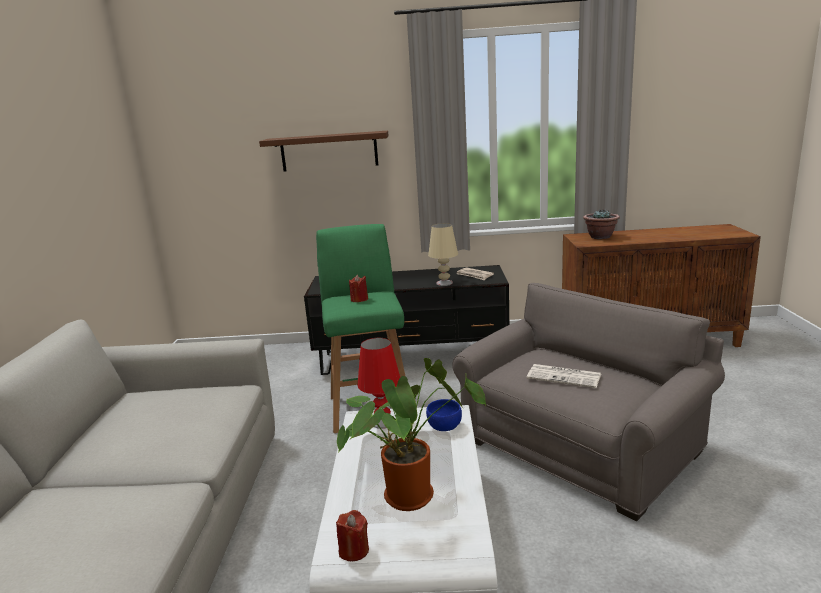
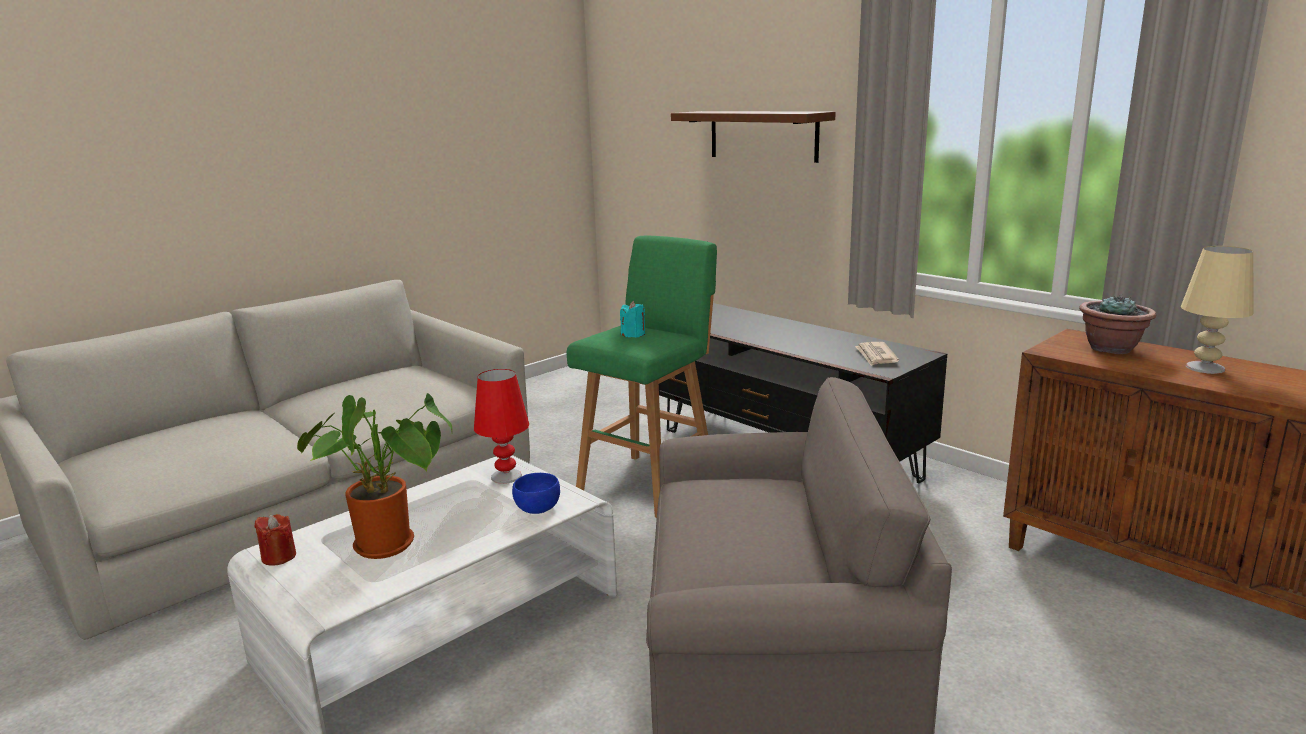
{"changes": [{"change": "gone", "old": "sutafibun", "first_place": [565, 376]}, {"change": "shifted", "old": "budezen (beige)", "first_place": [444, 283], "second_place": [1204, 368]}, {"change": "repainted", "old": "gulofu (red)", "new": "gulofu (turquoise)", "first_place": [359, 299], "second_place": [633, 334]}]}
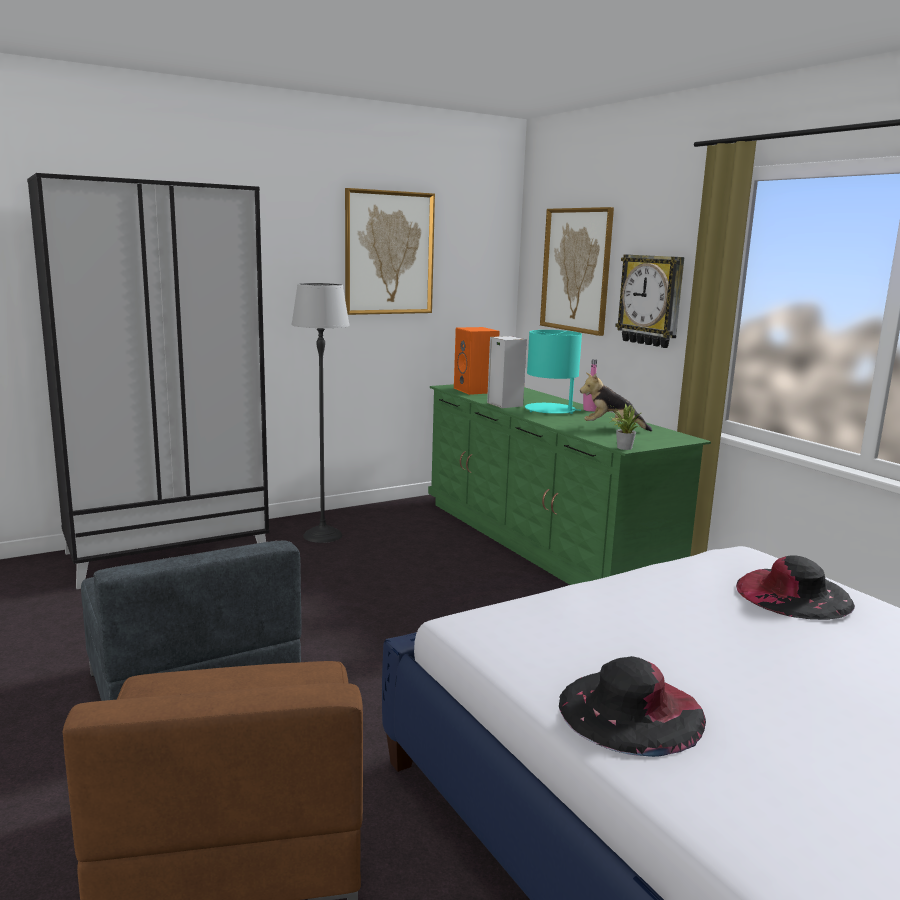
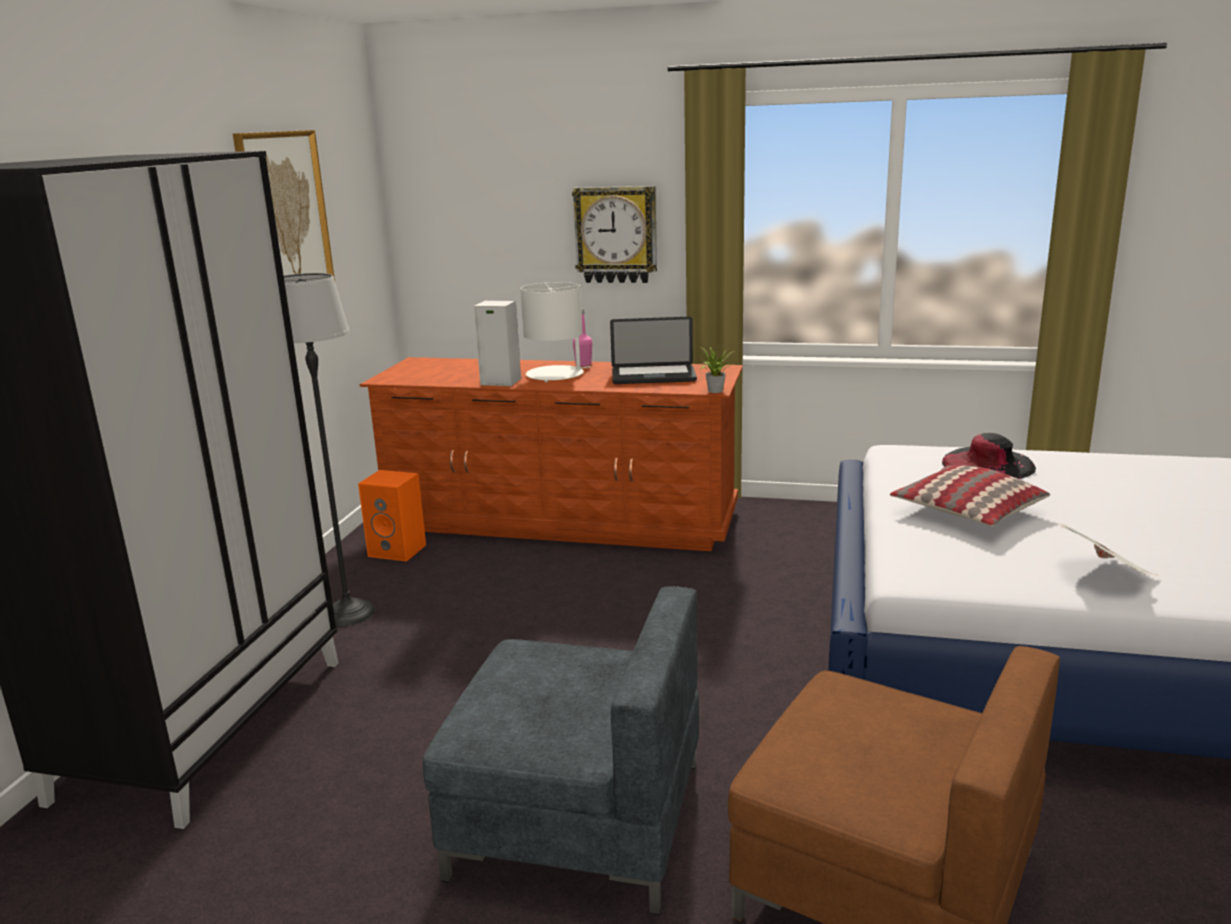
{"changes": [{"change": "gone", "old": "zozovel", "first_place": [576, 270]}, {"change": "new", "new": "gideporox", "second_place": [967, 512]}, {"change": "shifted", "old": "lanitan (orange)", "first_place": [476, 390], "second_place": [399, 550]}, {"change": "swapped", "old": "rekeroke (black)", "new": "sutafibun", "first_place": [631, 710], "second_place": [1104, 574]}, {"change": "swapped", "old": "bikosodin", "new": "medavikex", "first_place": [612, 428], "second_place": [653, 376]}, {"change": "repainted", "old": "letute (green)", "new": "letute (brown)", "first_place": [542, 540], "second_place": [561, 520]}, {"change": "repainted", "old": "budezen (turquoise)", "new": "budezen (white)", "first_place": [550, 410], "second_place": [555, 375]}]}
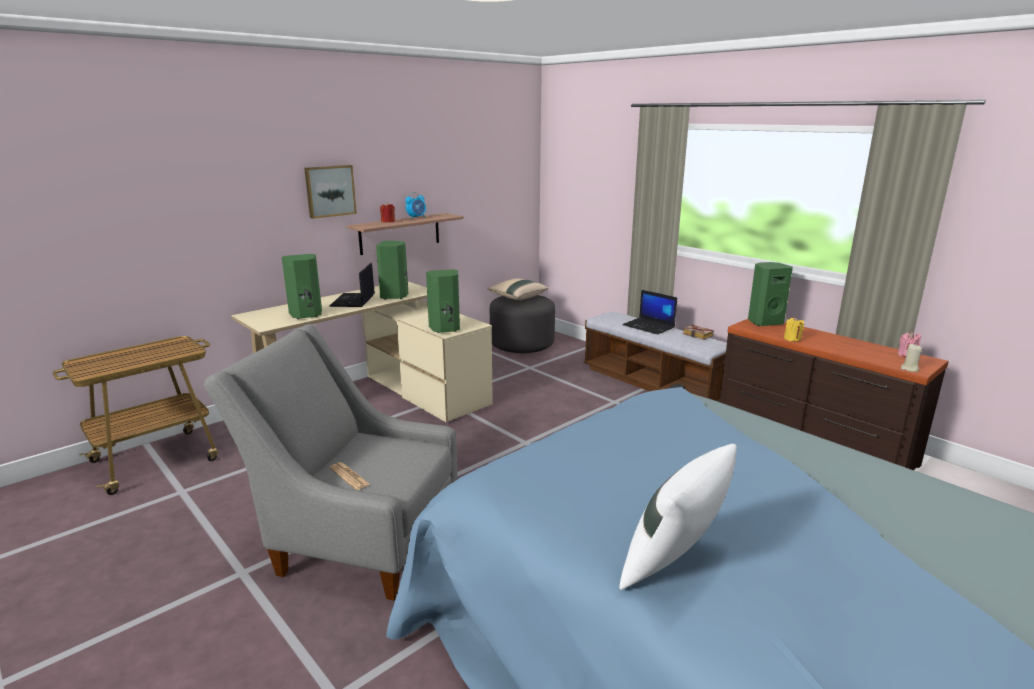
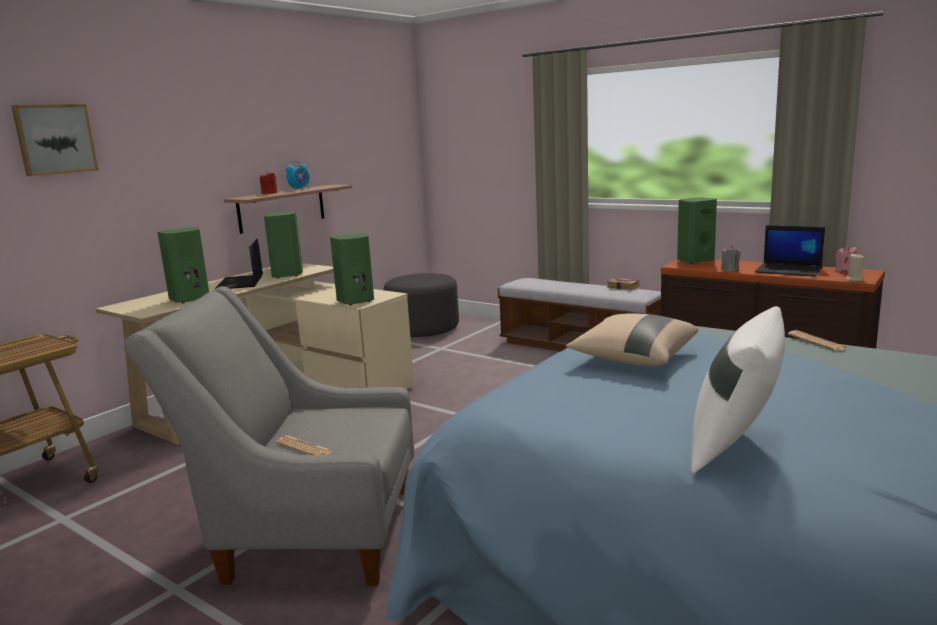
{"changes": [{"change": "new", "new": "sutafibun", "second_place": [817, 342]}, {"change": "shifted", "old": "zozovel", "first_place": [329, 191], "second_place": [54, 139]}, {"change": "shifted", "old": "gideporox (beige)", "first_place": [517, 297], "second_place": [633, 358]}, {"change": "shifted", "old": "medavikex", "first_place": [649, 326], "second_place": [789, 270]}, {"change": "repainted", "old": "gulofu (yellow)", "new": "gulofu (grey)", "first_place": [792, 339], "second_place": [730, 270]}]}
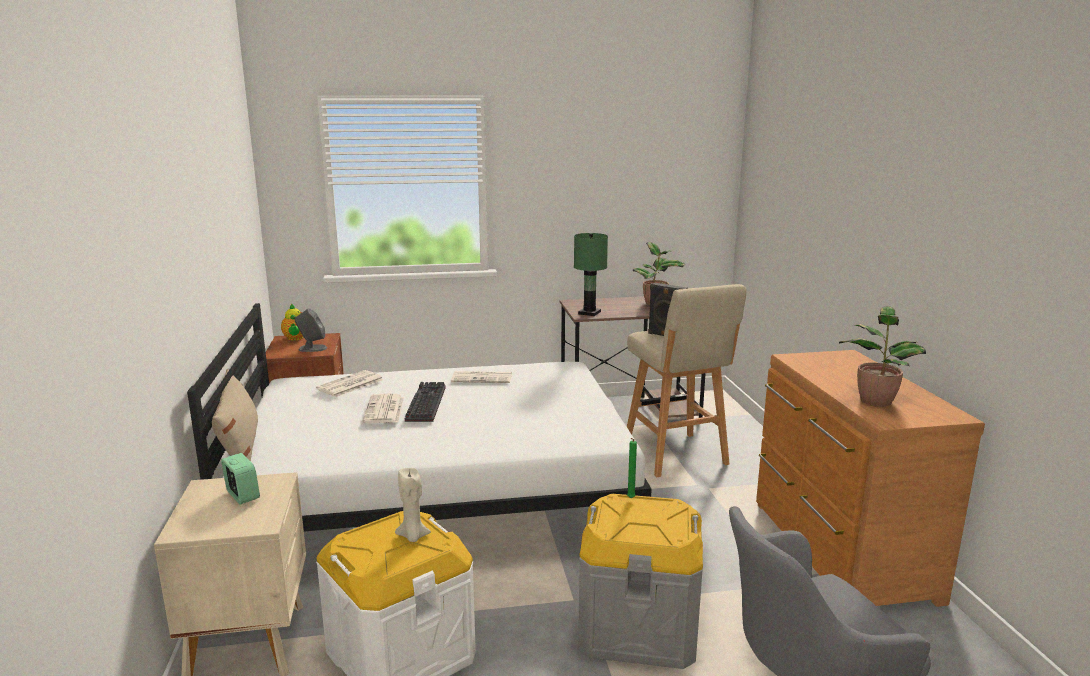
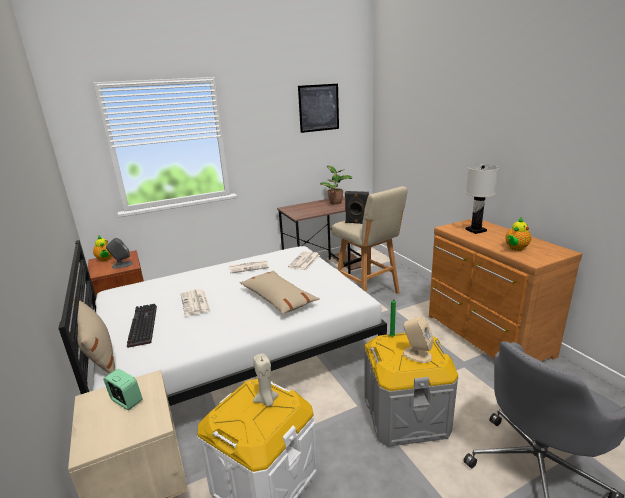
{"changes": [{"change": "gone", "old": "budezen (green)", "first_place": [589, 313]}, {"change": "new", "new": "gideporox (beige)", "second_place": [278, 299]}, {"change": "new", "new": "zozovel", "second_place": [319, 108]}, {"change": "new", "new": "lanitan (beige)", "second_place": [416, 355]}, {"change": "new", "new": "budezen (white)", "second_place": [476, 230]}, {"change": "shifted", "old": "sutafibun", "first_place": [350, 385], "second_place": [304, 261]}, {"change": "shifted", "old": "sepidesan", "first_place": [424, 403], "second_place": [141, 325]}, {"change": "swapped", "old": "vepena", "new": "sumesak", "first_place": [875, 400], "second_place": [515, 248]}]}
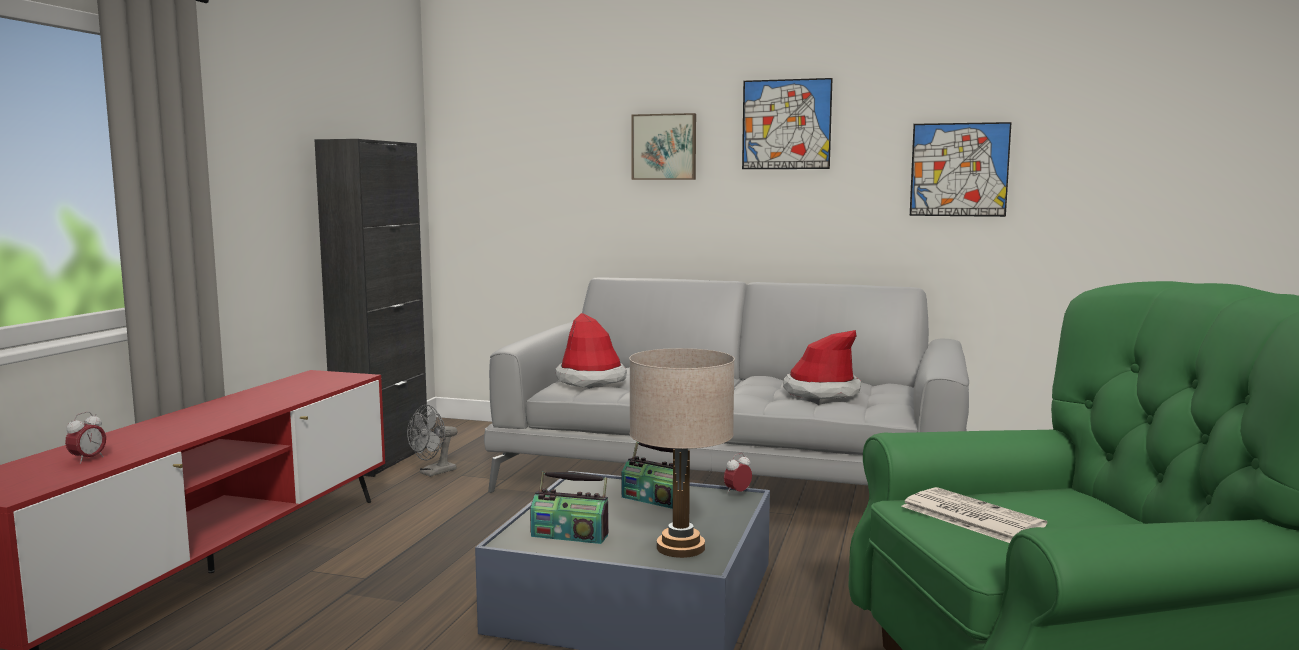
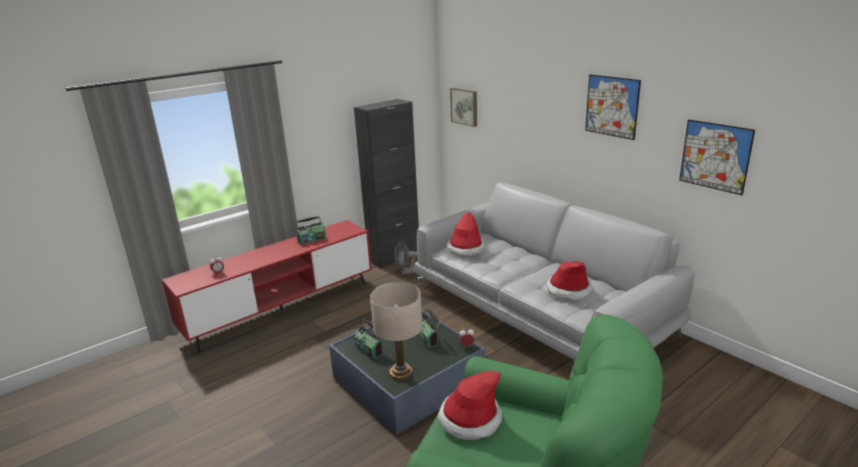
{"changes": [{"change": "new", "new": "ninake", "second_place": [311, 239]}, {"change": "shifted", "old": "zozovel", "first_place": [664, 147], "second_place": [465, 106]}, {"change": "swapped", "old": "sutafibun", "new": "rekeroke", "first_place": [969, 516], "second_place": [470, 419]}]}
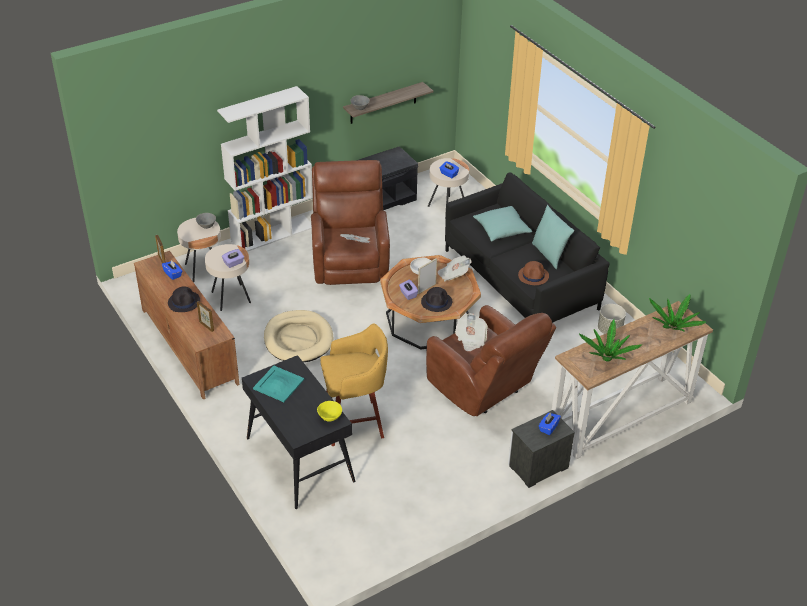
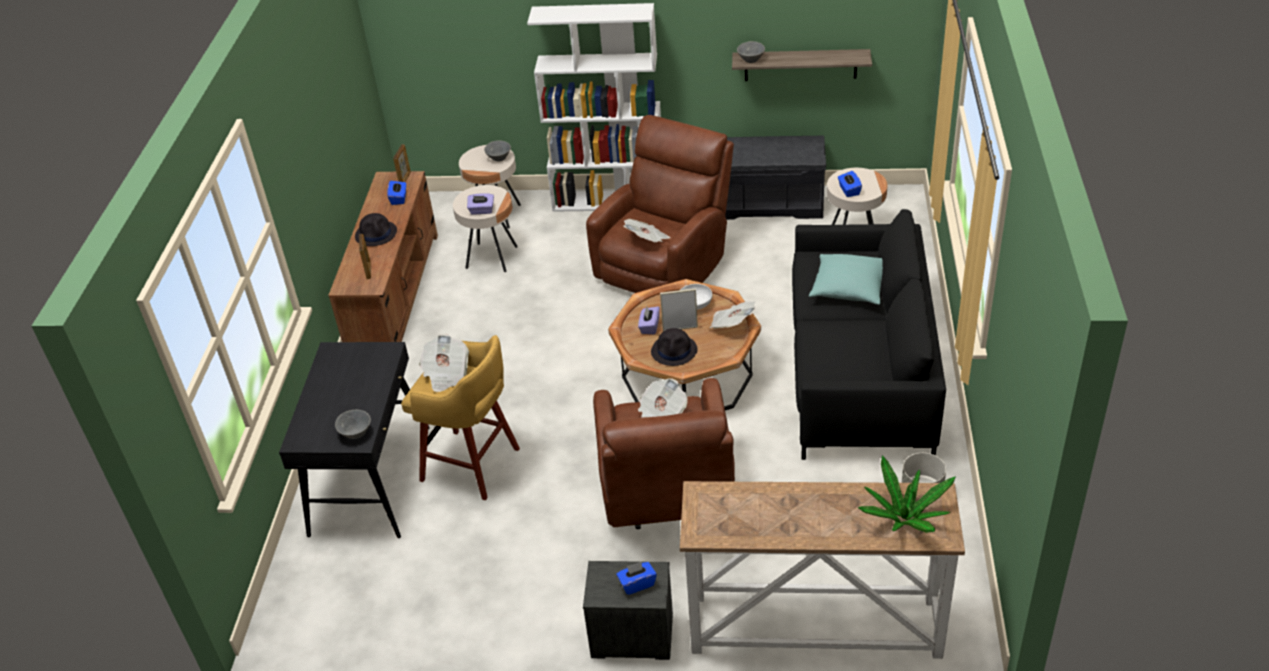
{"changes": [{"change": "gone", "old": "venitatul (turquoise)", "first_place": [278, 384]}, {"change": "gone", "old": "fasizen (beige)", "first_place": [298, 339]}, {"change": "gone", "old": "rekeroke (brown)", "first_place": [533, 276]}, {"change": "gone", "old": "gideporox (turquoise)", "first_place": [549, 254]}, {"change": "gone", "old": "vepena", "first_place": [607, 355]}, {"change": "new", "new": "sutafibun", "second_place": [446, 374]}, {"change": "repainted", "old": "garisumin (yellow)", "new": "garisumin (grey)", "first_place": [330, 418], "second_place": [355, 434]}]}
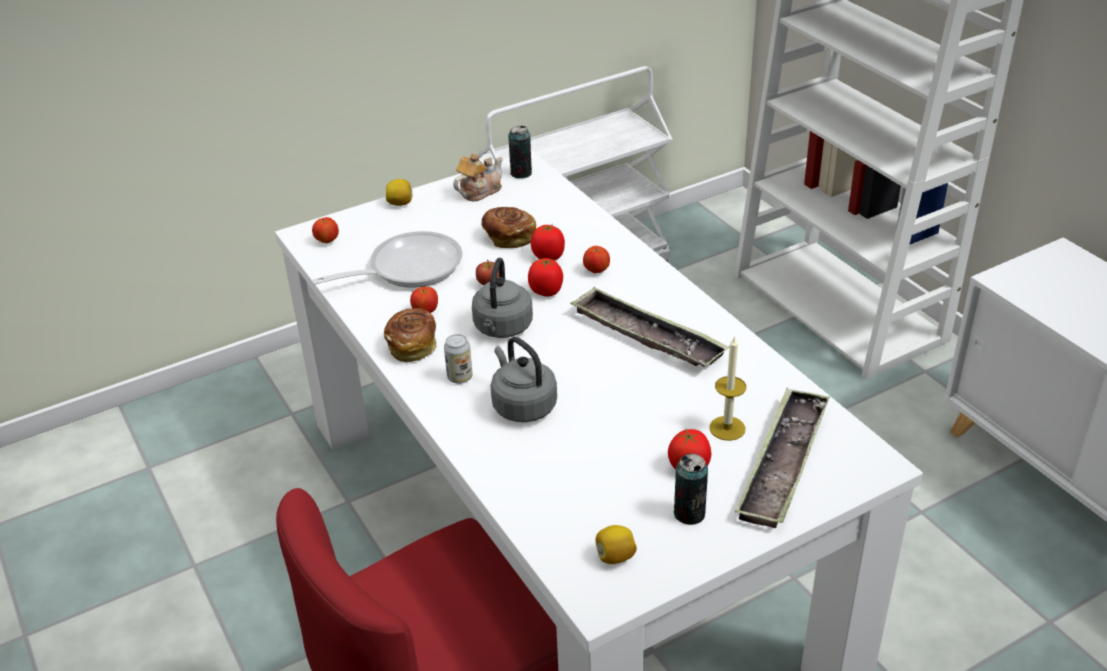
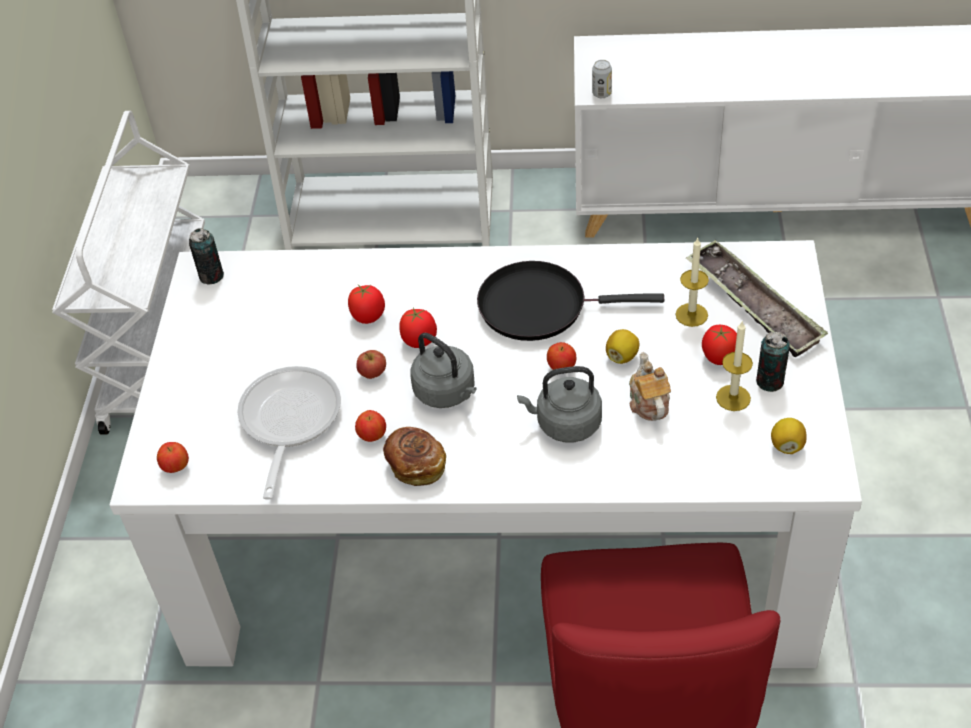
{"changes": [{"change": "gone", "old": "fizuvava", "first_place": [508, 237]}, {"change": "new", "new": "gulofu", "second_place": [733, 398]}, {"change": "shifted", "old": "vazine", "first_place": [400, 203], "second_place": [622, 356]}, {"change": "shifted", "old": "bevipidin", "first_place": [460, 377], "second_place": [601, 94]}, {"change": "shifted", "old": "sumesak", "first_place": [479, 191], "second_place": [648, 402]}, {"change": "shifted", "old": "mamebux", "first_place": [596, 271], "second_place": [561, 367]}, {"change": "swapped", "old": "venitatul", "new": "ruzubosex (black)", "first_place": [647, 336], "second_place": [540, 306]}]}
